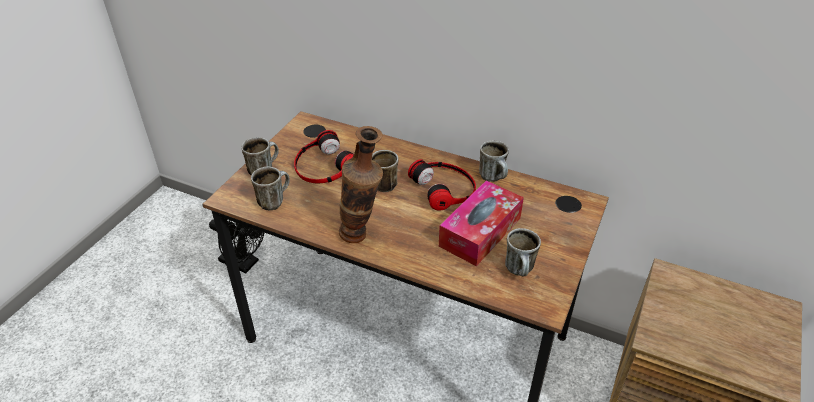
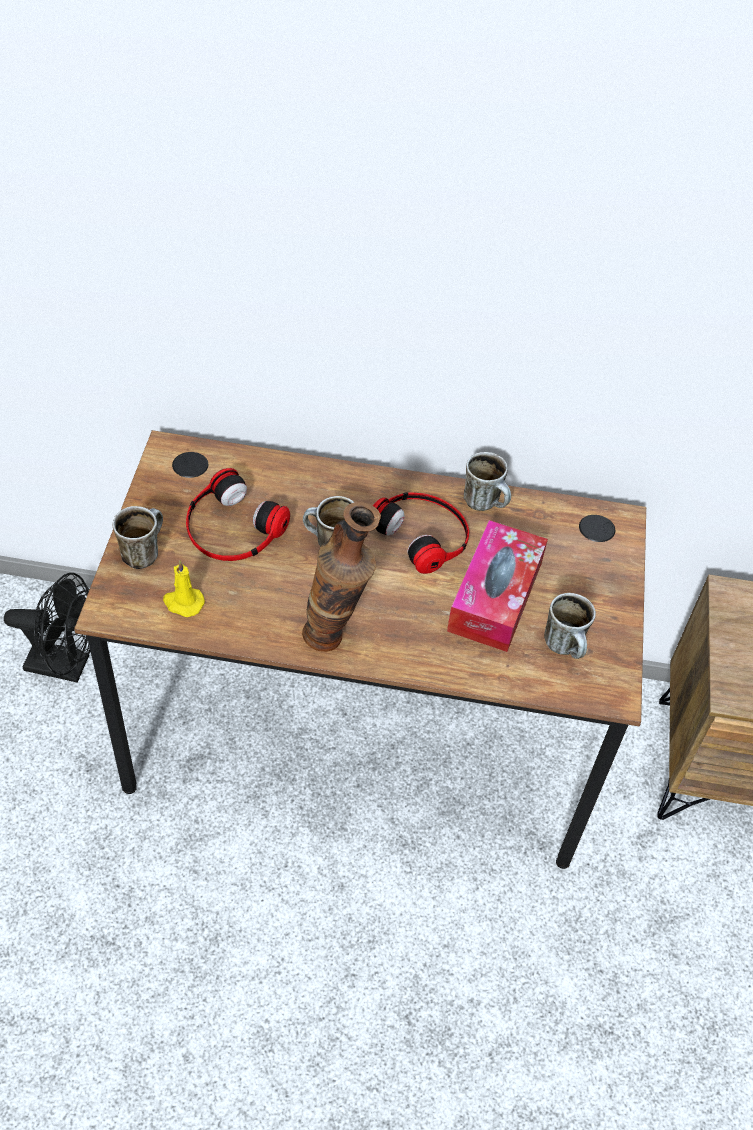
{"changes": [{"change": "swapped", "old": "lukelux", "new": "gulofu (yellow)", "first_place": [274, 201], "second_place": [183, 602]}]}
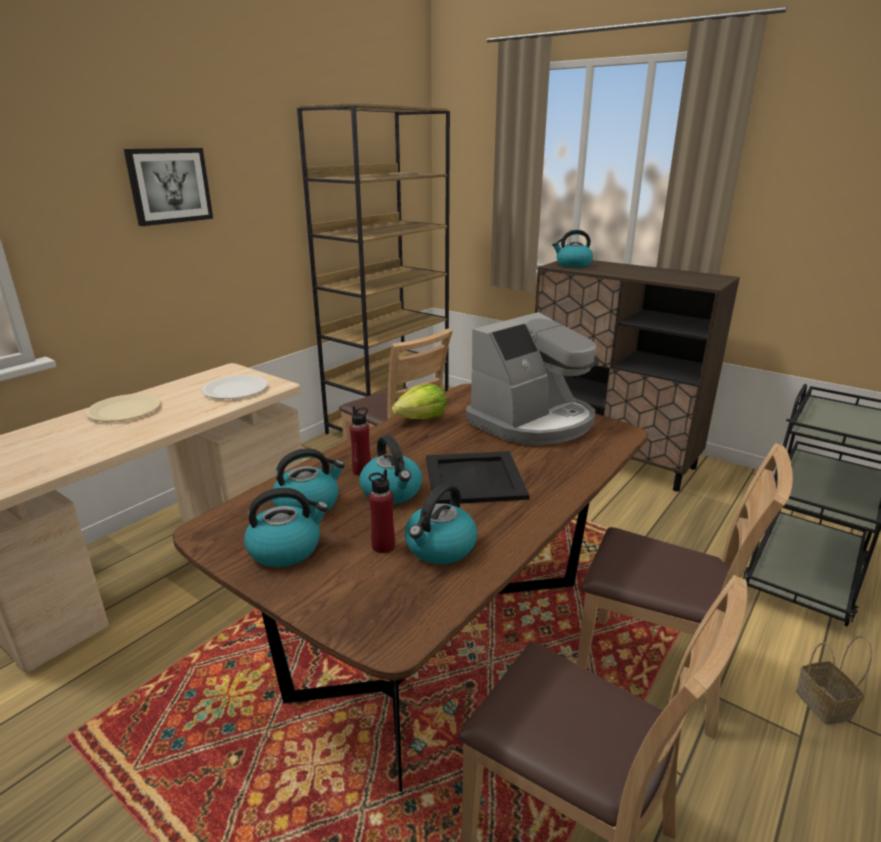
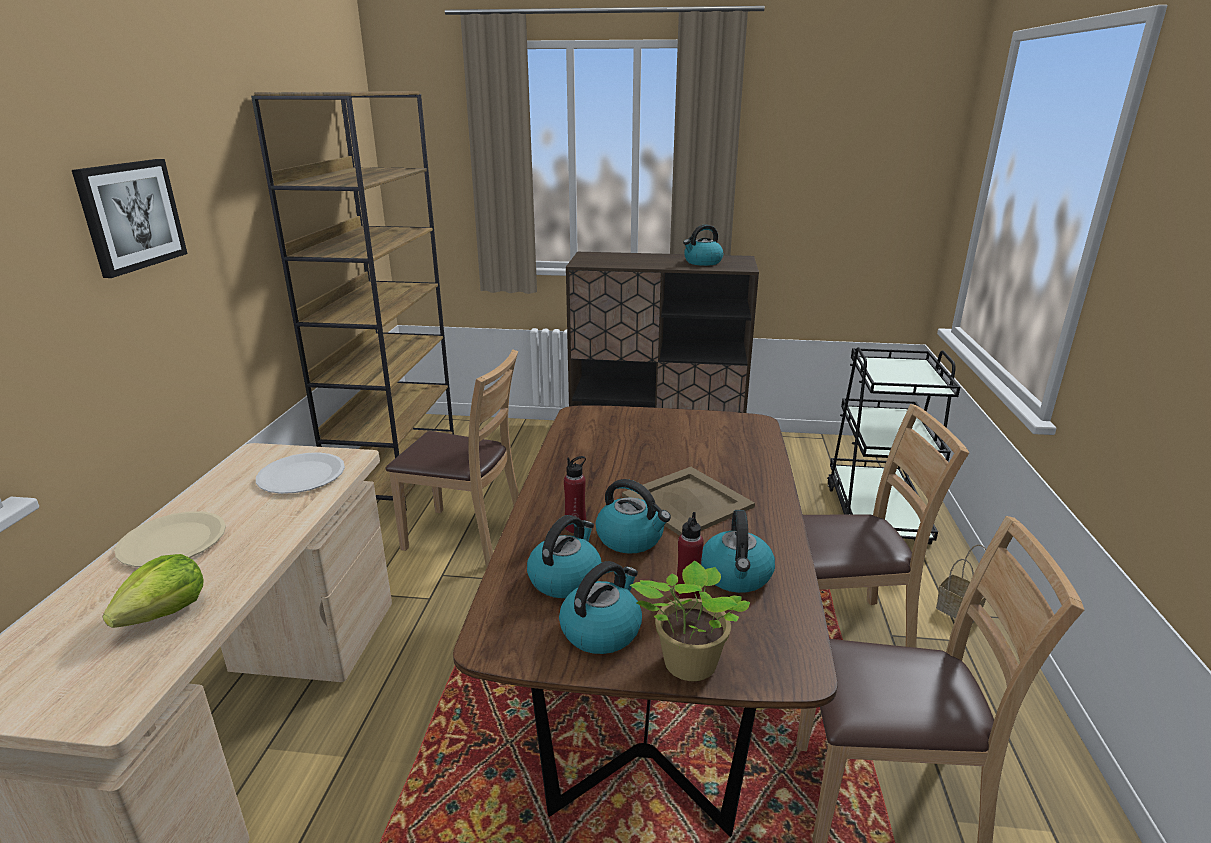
{"changes": [{"change": "gone", "old": "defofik", "first_place": [533, 421]}, {"change": "new", "new": "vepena", "second_place": [686, 665]}, {"change": "shifted", "old": "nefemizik", "first_place": [421, 418], "second_place": [165, 612]}, {"change": "shifted", "old": "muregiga", "first_place": [572, 265], "second_place": [702, 262]}, {"change": "repainted", "old": "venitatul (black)", "new": "venitatul (beige)", "first_place": [473, 478], "second_place": [687, 502]}]}
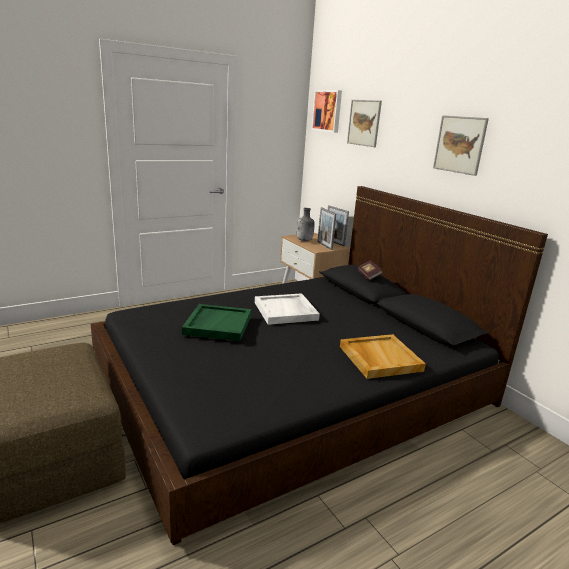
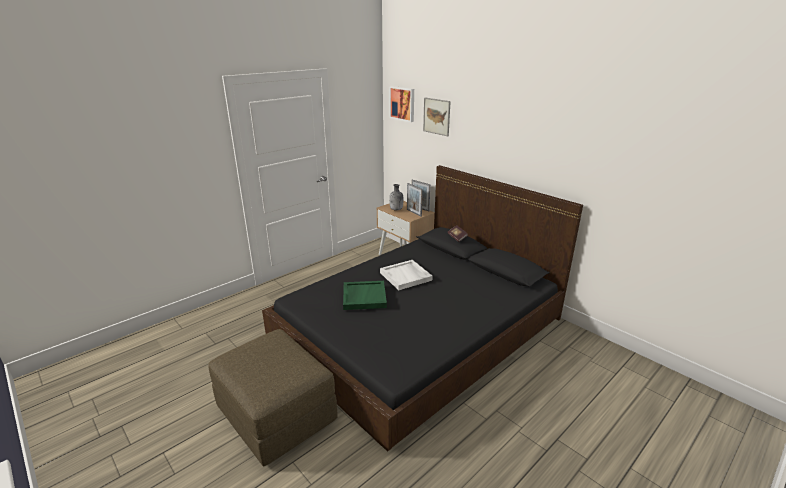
{"changes": [{"change": "gone", "old": "venitatul (beige)", "first_place": [379, 358]}, {"change": "gone", "old": "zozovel", "first_place": [459, 144]}]}
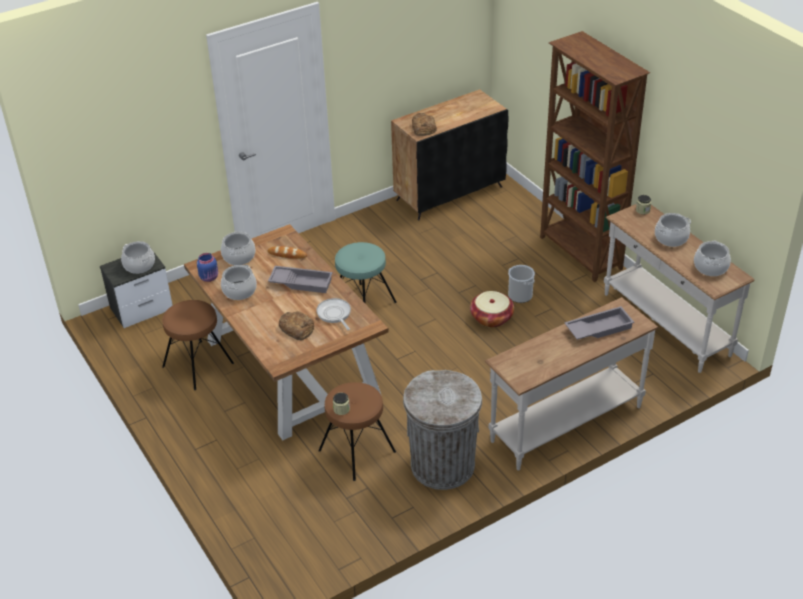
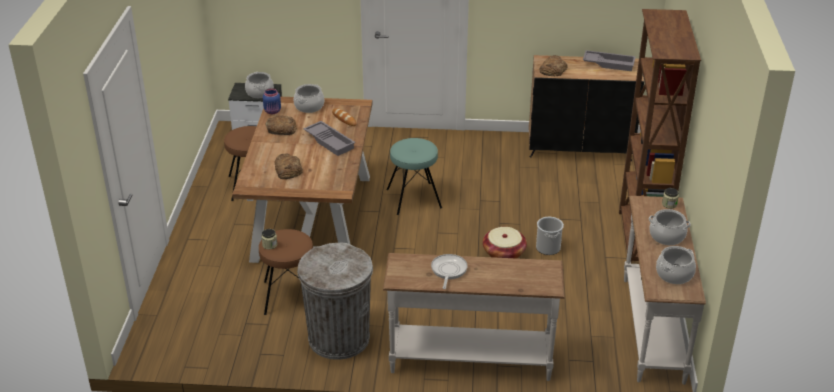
{"changes": [{"change": "shifted", "old": "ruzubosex", "first_place": [334, 314], "second_place": [448, 271]}, {"change": "shifted", "old": "venitatul (grey)", "first_place": [598, 328], "second_place": [609, 63]}, {"change": "swapped", "old": "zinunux", "new": "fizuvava", "first_place": [239, 291], "second_place": [281, 129]}]}
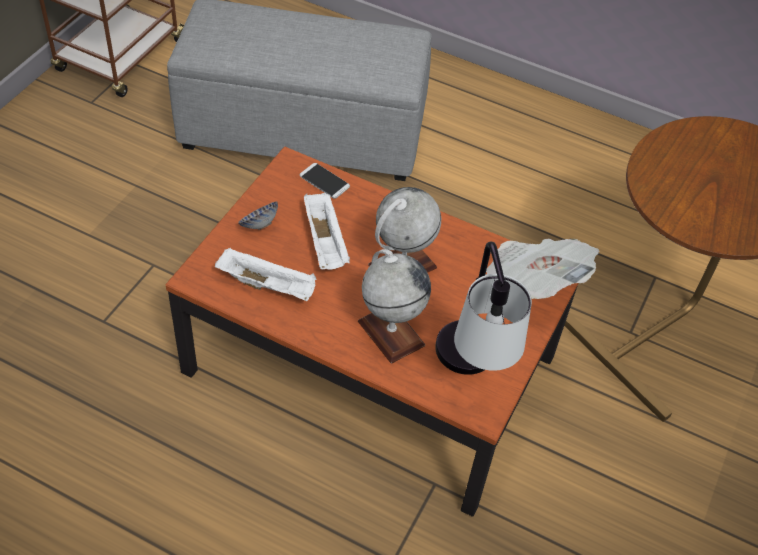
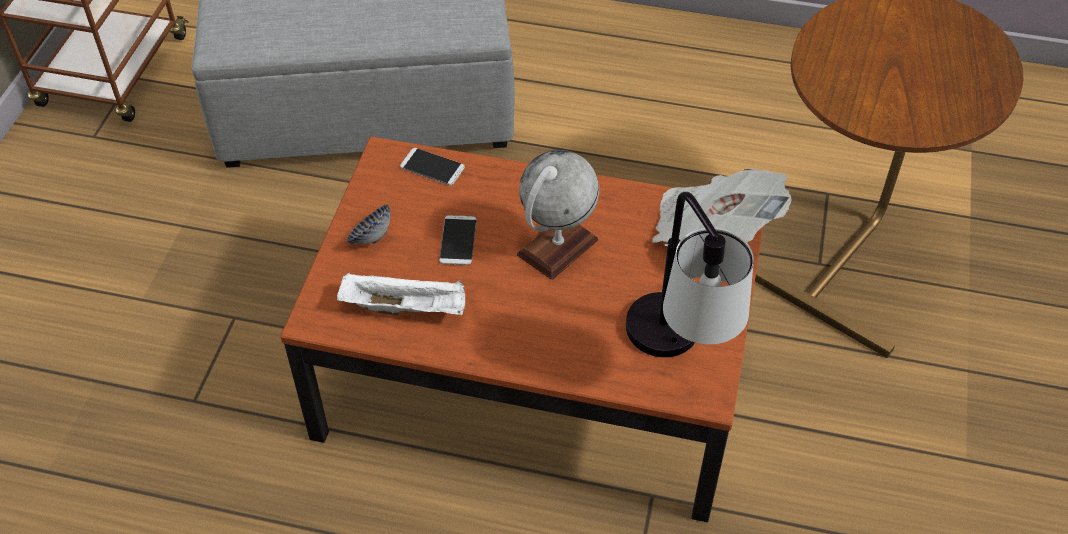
{"changes": [{"change": "gone", "old": "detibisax", "first_place": [390, 333]}, {"change": "swapped", "old": "venitatul (white)", "new": "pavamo", "first_place": [325, 243], "second_place": [458, 240]}]}
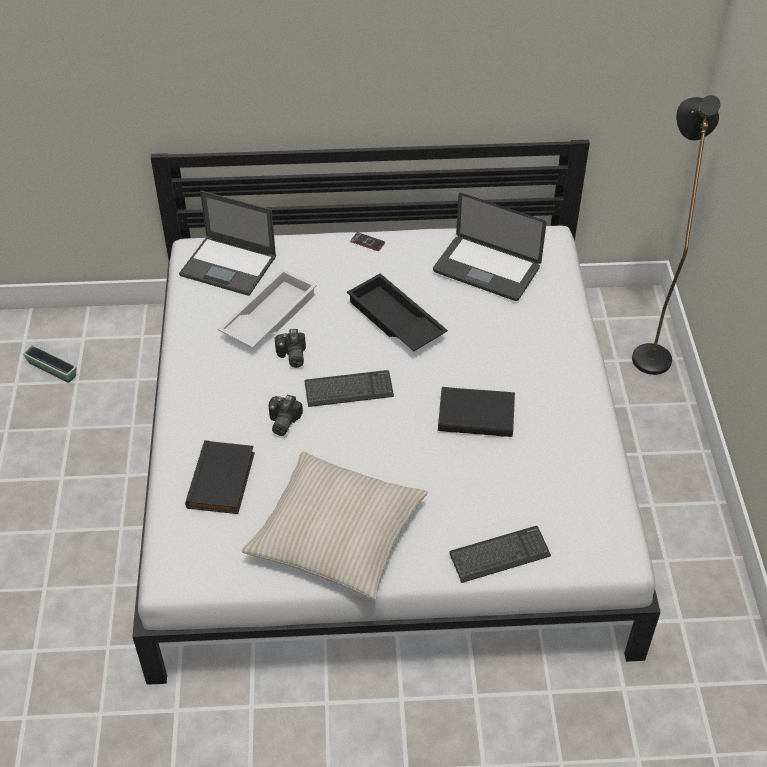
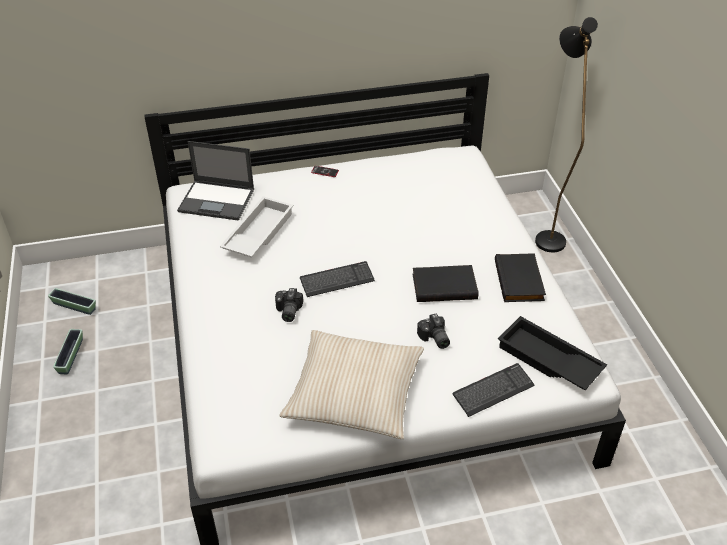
{"changes": [{"change": "gone", "old": "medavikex", "first_place": [486, 269]}, {"change": "new", "new": "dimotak", "second_place": [71, 356]}, {"change": "shifted", "old": "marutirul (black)", "first_place": [223, 481], "second_place": [520, 281]}, {"change": "shifted", "old": "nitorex", "first_place": [291, 356], "second_place": [434, 339]}, {"change": "shifted", "old": "venitatul (black)", "first_place": [394, 321], "second_place": [547, 360]}]}
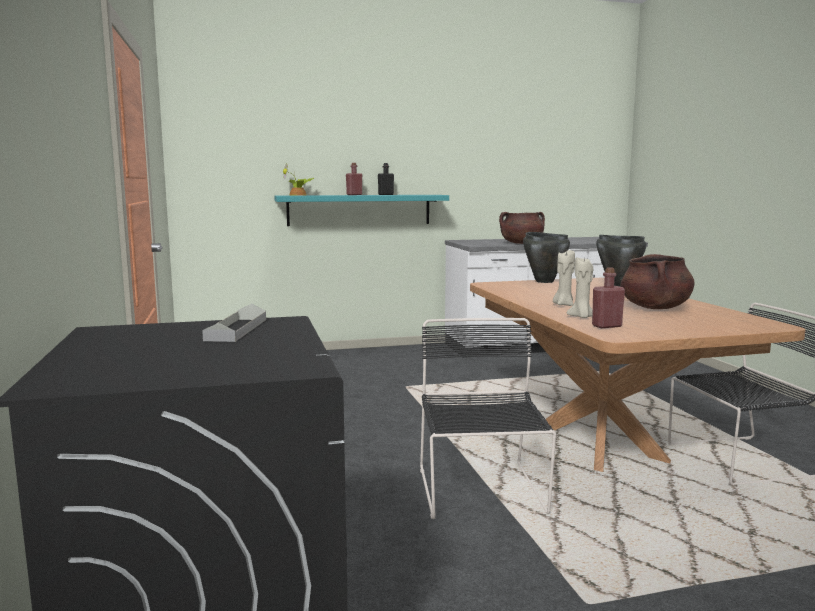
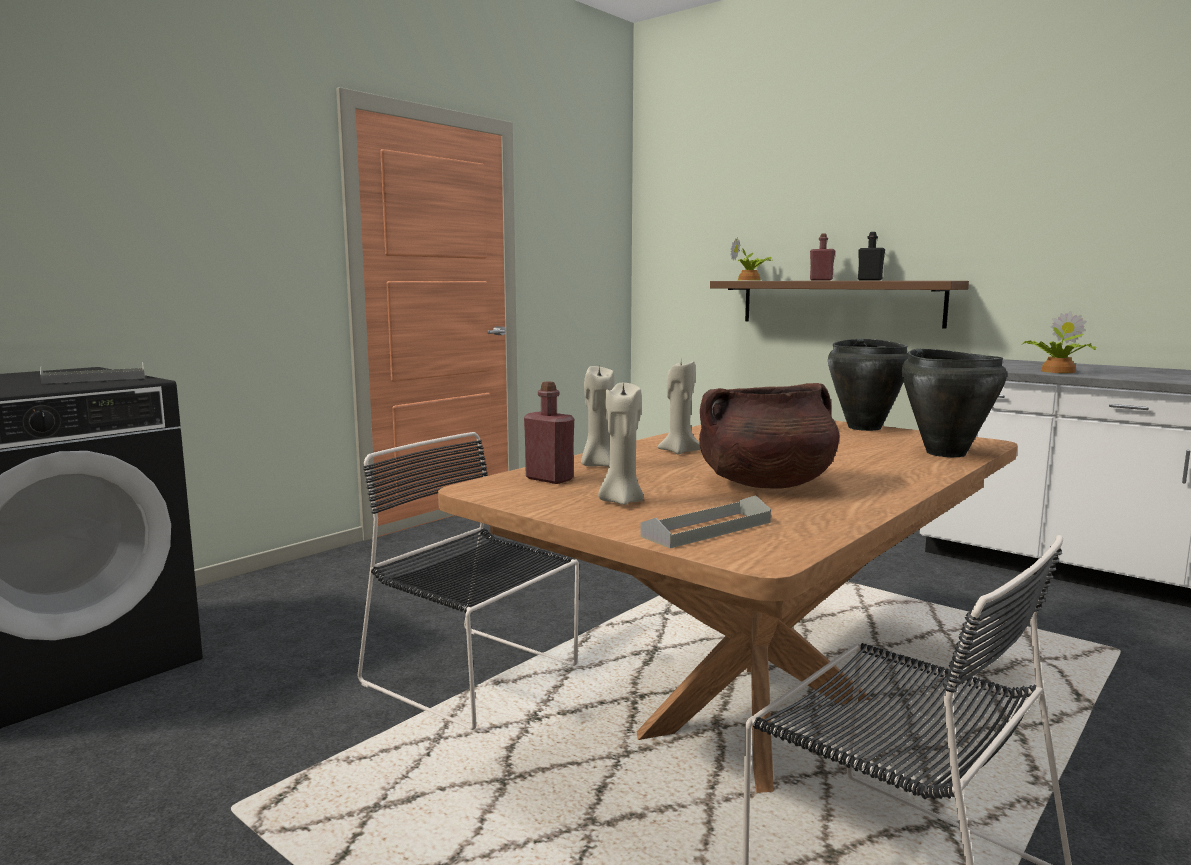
{"changes": [{"change": "new", "new": "gulofu (beige)", "second_place": [620, 501]}, {"change": "new", "new": "venitatul (grey)", "second_place": [707, 529]}, {"change": "swapped", "old": "zinunux (brown)", "new": "vepena", "first_place": [521, 243], "second_place": [1056, 371]}, {"change": "repainted", "old": "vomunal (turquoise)", "new": "vomunal (brown)", "first_place": [359, 210], "second_place": [839, 302]}, {"change": "rotated", "old": "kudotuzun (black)", "first_place": [481, 493], "second_place": [475, 677], "degrees": -105}]}
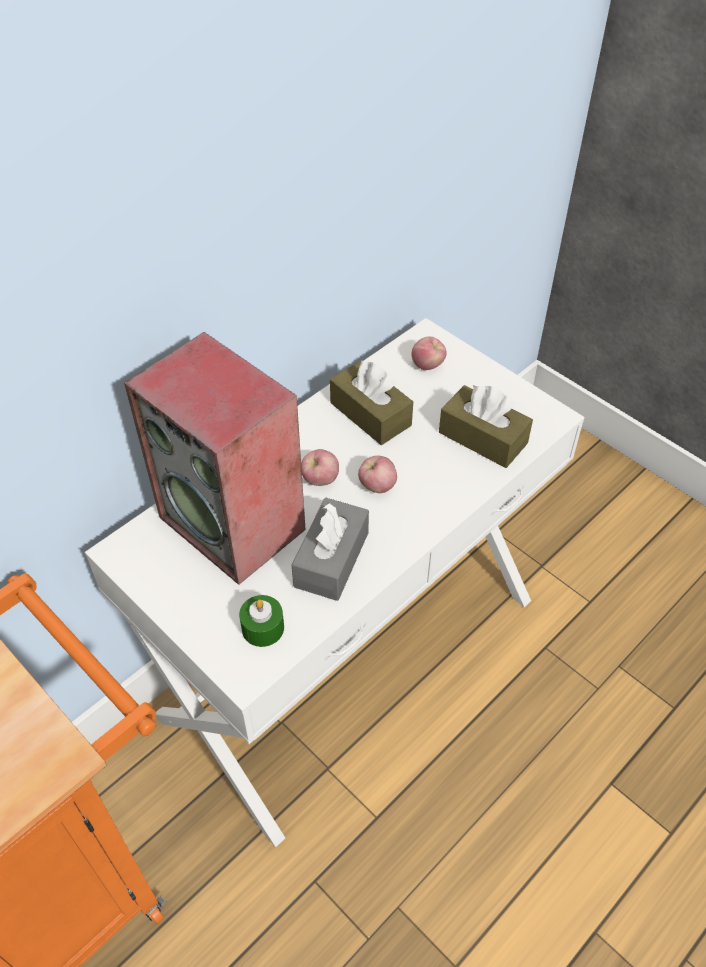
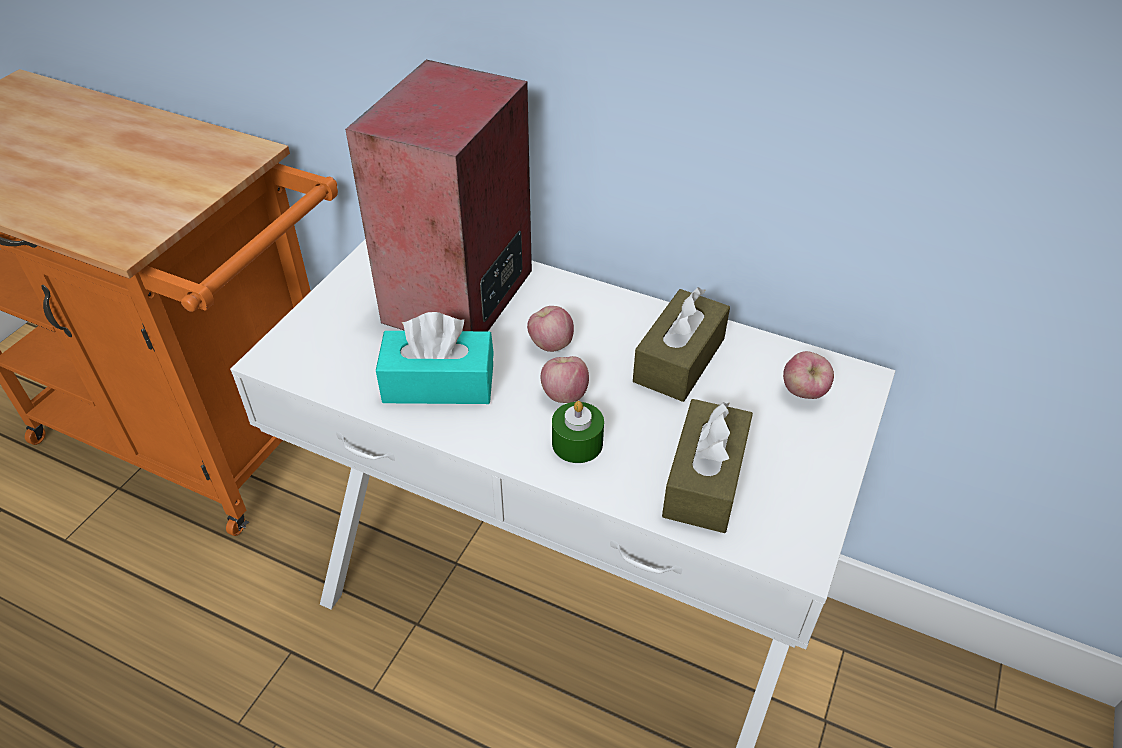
{"changes": [{"change": "shifted", "old": "gulofu (green)", "first_place": [263, 628], "second_place": [577, 443]}, {"change": "repainted", "old": "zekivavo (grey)", "new": "zekivavo (turquoise)", "first_place": [331, 559], "second_place": [438, 383]}]}
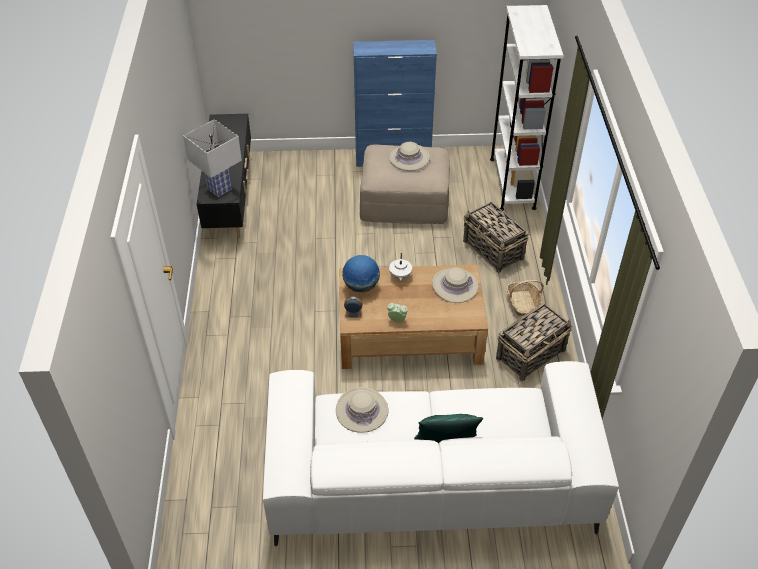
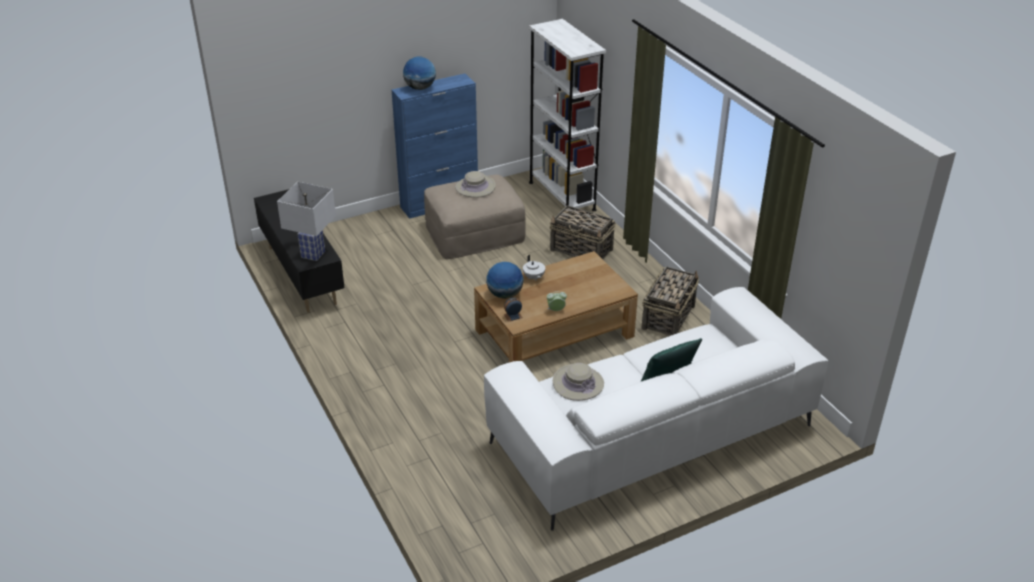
{"changes": [{"change": "gone", "old": "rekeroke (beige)", "first_place": [455, 286]}, {"change": "gone", "old": "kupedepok", "first_place": [523, 303]}, {"change": "new", "new": "detibisax", "second_place": [420, 88]}]}
